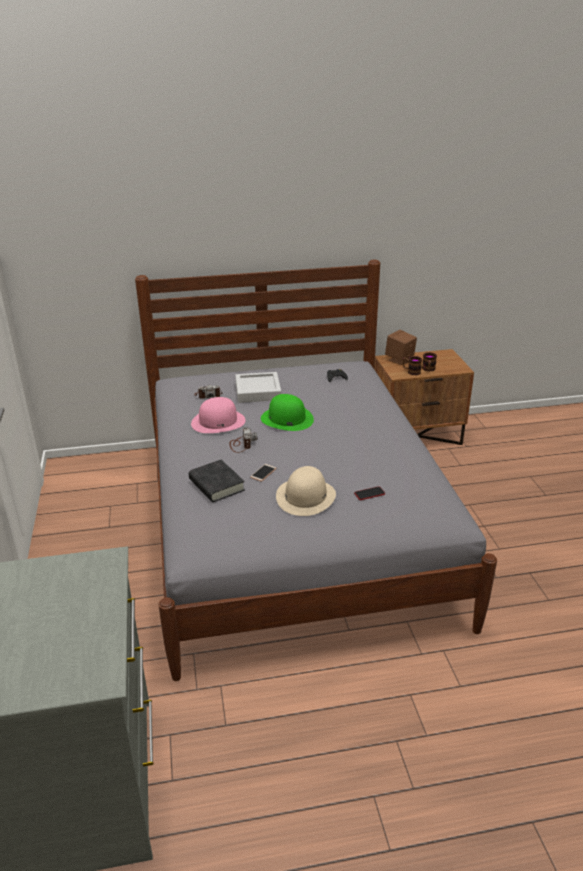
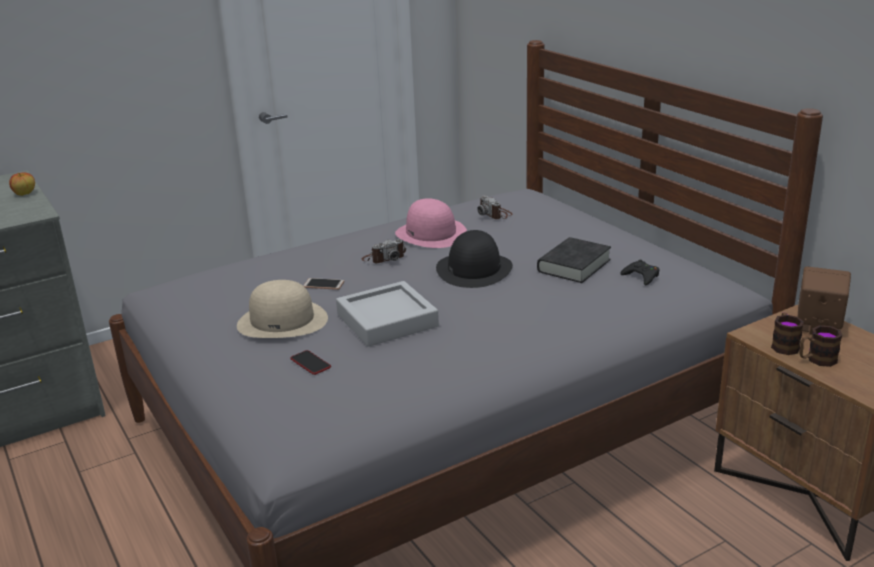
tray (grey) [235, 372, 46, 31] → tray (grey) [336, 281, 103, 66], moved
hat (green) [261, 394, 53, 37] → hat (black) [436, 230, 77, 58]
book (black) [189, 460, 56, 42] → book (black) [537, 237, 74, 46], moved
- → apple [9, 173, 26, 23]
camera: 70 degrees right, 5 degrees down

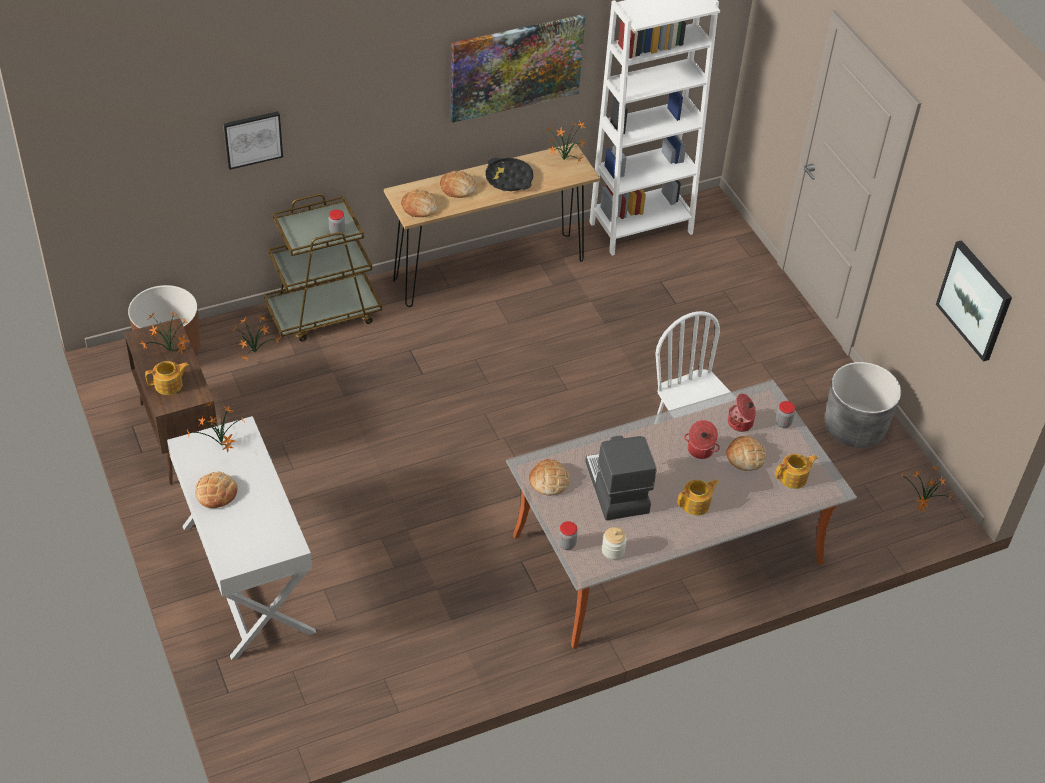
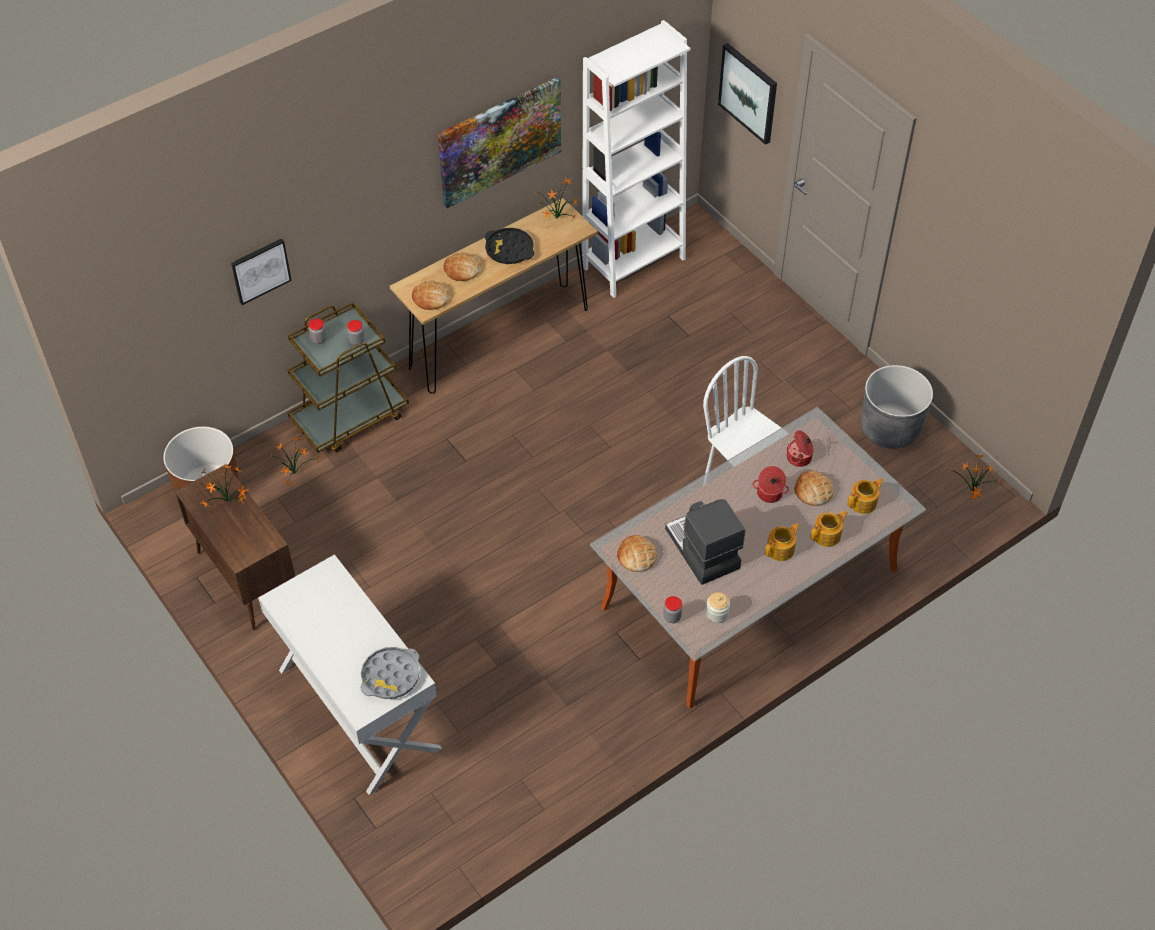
picture [936, 240, 76, 122] → picture [718, 43, 59, 102], moved
teapot [145, 361, 44, 34] → teapot [810, 511, 38, 36], moved
potted plant [186, 400, 60, 52] → -
jar [775, 401, 20, 27] → jar [308, 319, 18, 25], moved
bread [195, 471, 42, 37] → -
- → tray (grey) [360, 647, 60, 52]
camera: 10 degrees left, 5 degrees up

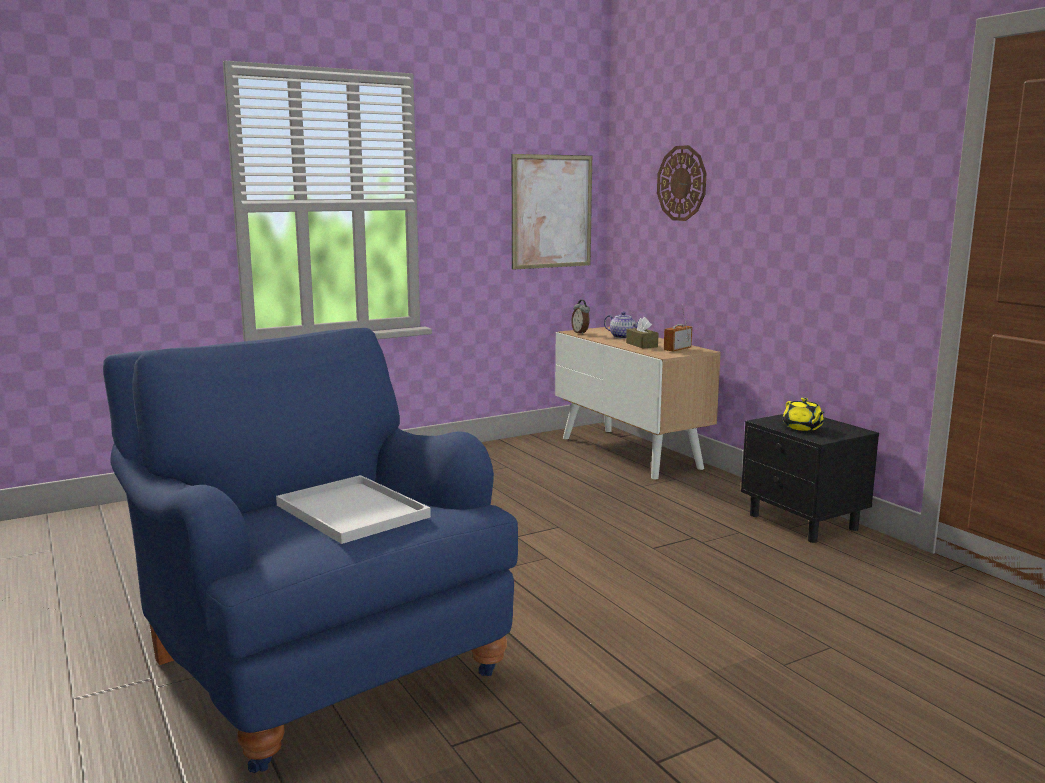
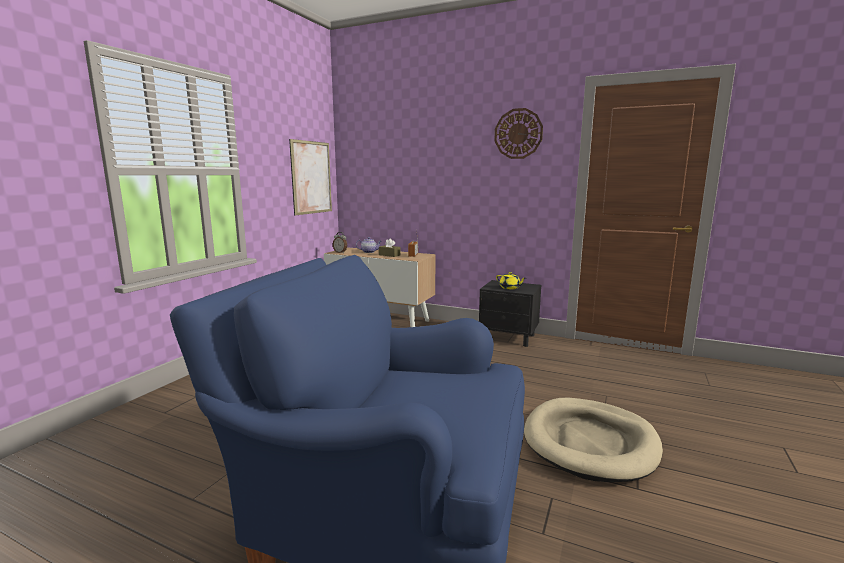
wall clock [657, 145, 49, 76] → wall clock [494, 108, 49, 51], moved
tray (white) [276, 475, 155, 69] → -
- → dog bed (beige) [524, 398, 139, 84]
camera: 35 degrees left, 0 degrees up

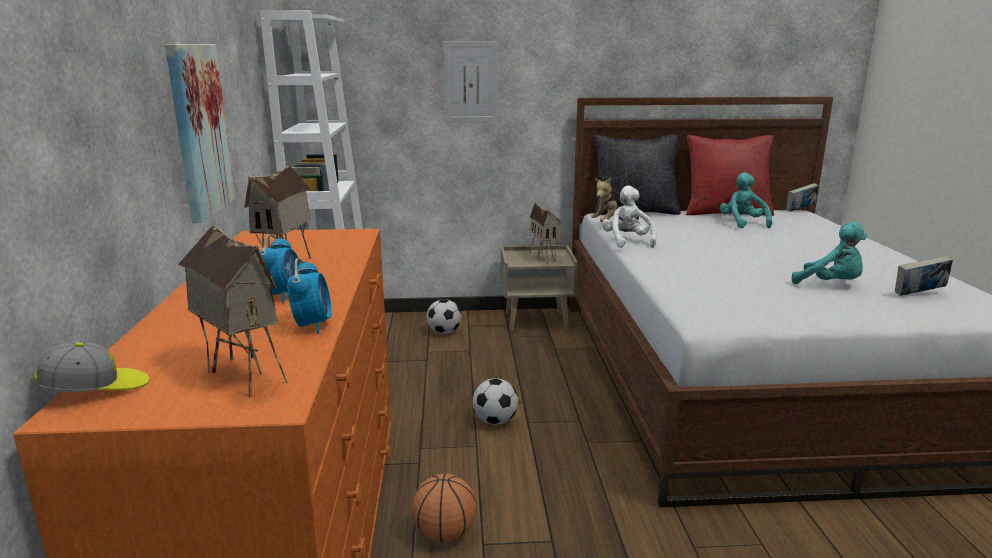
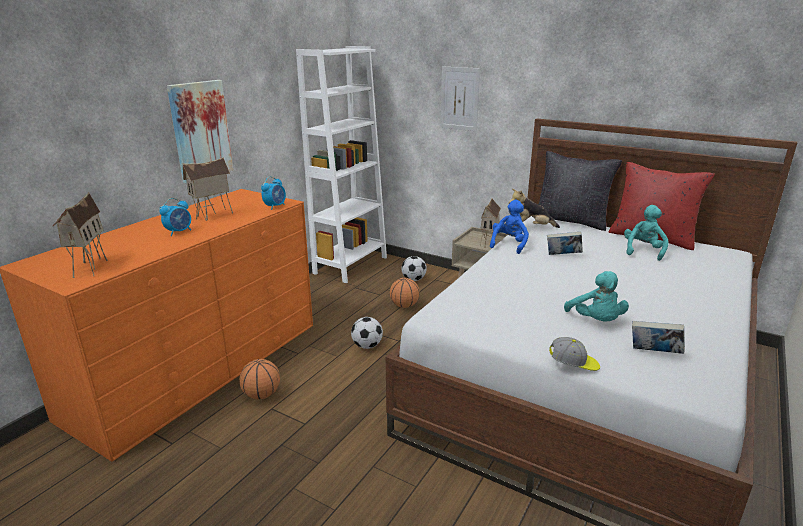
book [786, 183, 33, 29] → book [547, 232, 36, 23], moved
plush toy (white) [602, 186, 55, 62] → plush toy (blue) [490, 200, 39, 54]
alarm clock [288, 258, 43, 76] → alarm clock [261, 176, 25, 34], moved
cap [34, 342, 115, 50] → cap [549, 337, 51, 34], moved
- → basketball [390, 278, 30, 30]
camera: 35 degrees right, 5 degrees up

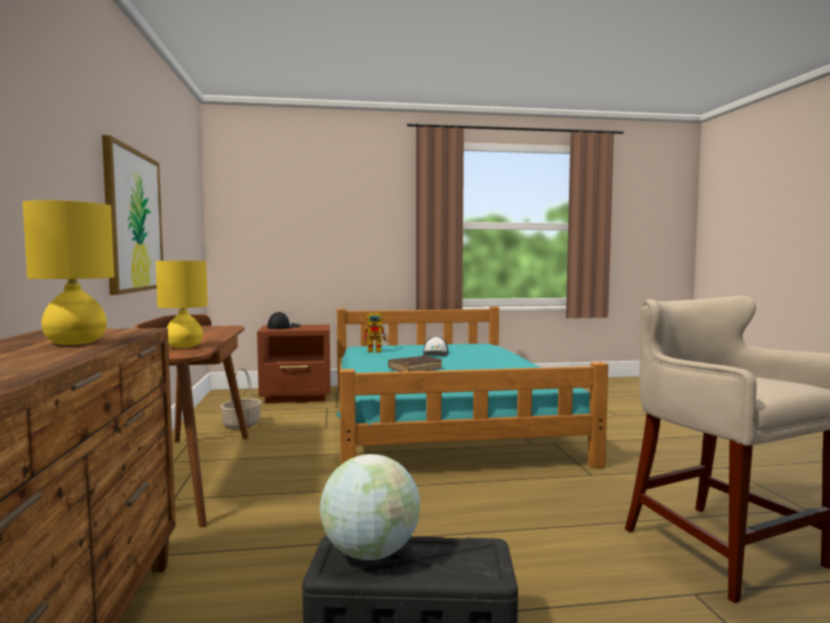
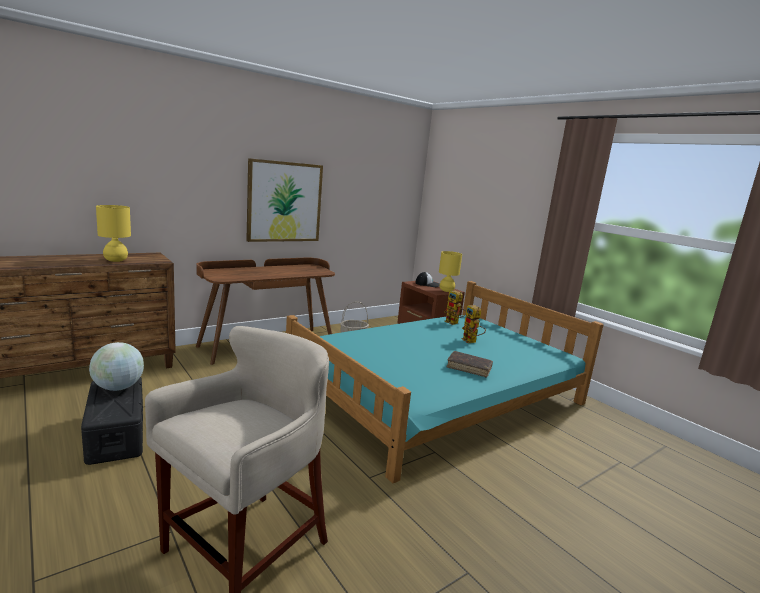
table lamp (yellow) [156, 261, 52, 87] → table lamp (yellow) [439, 251, 23, 41], moved
cap [423, 336, 25, 21] → toy robot [461, 305, 25, 38]
book (brown) [388, 356, 54, 16] → book (brown) [446, 351, 47, 26], moved
camera: 60 degrees right, 10 degrees up

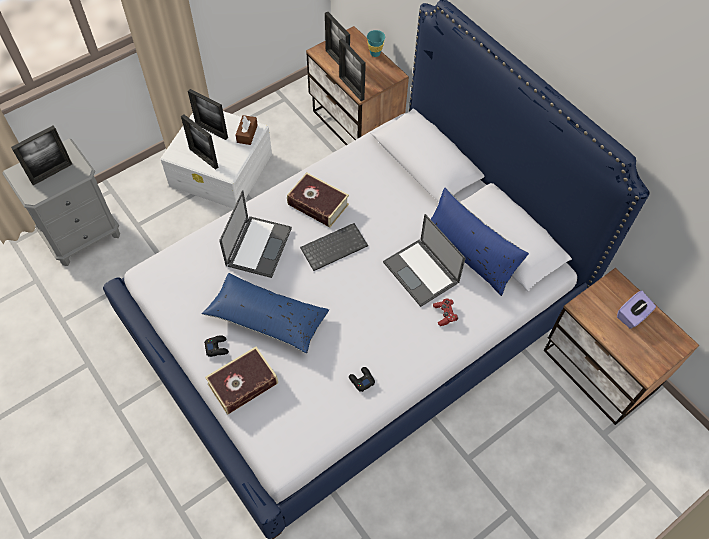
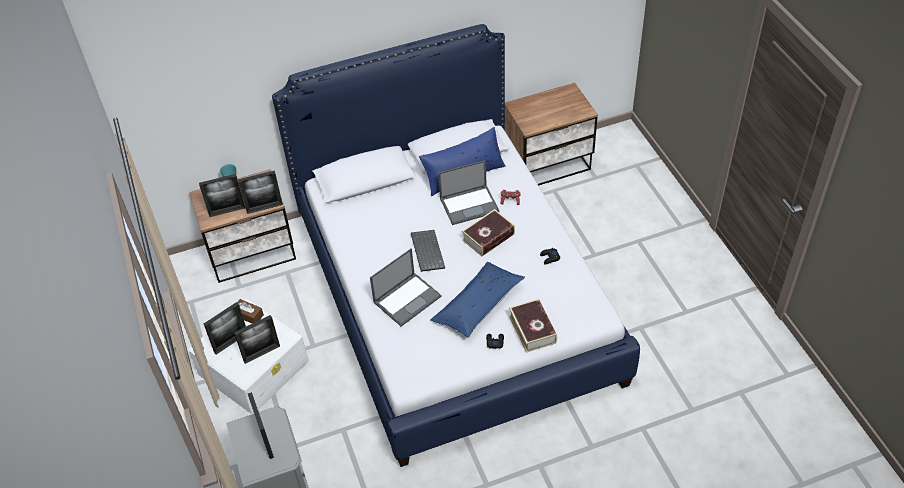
book [287, 173, 62, 54] → book [462, 209, 53, 48], moved
laptop [219, 190, 73, 88] → laptop [370, 248, 72, 79], 105 degrees clockwise
tissue box (purple) [617, 290, 39, 39] → -
camera: 70 degrees left, 10 degrees down

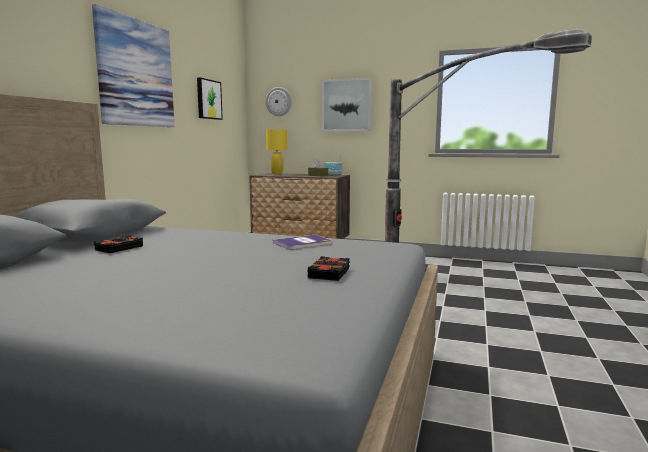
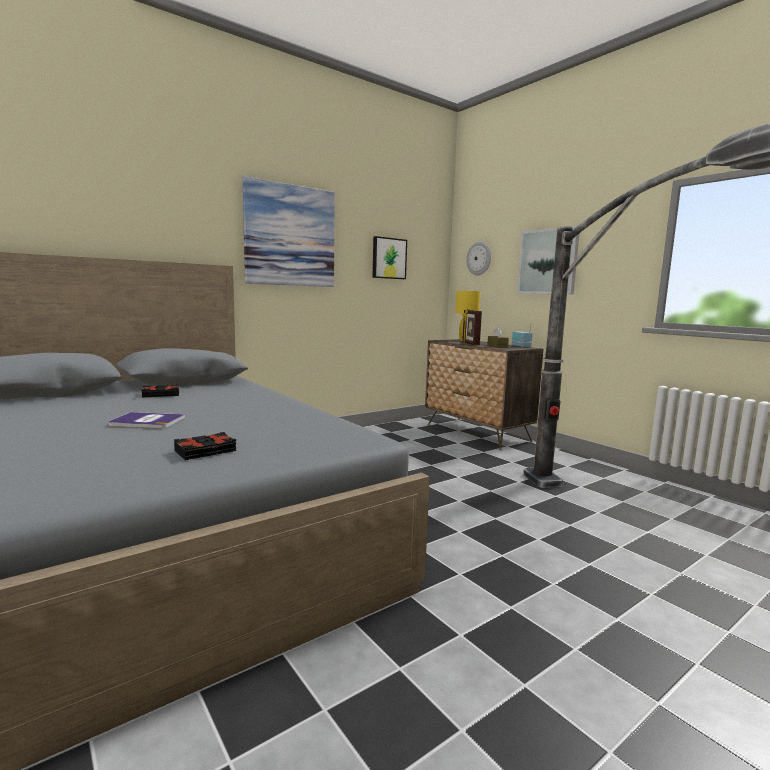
book [273, 235, 58, 14] → book [108, 412, 77, 16], moved
- → picture frame [462, 309, 20, 36]
camera: 35 degrees right, 0 degrees up

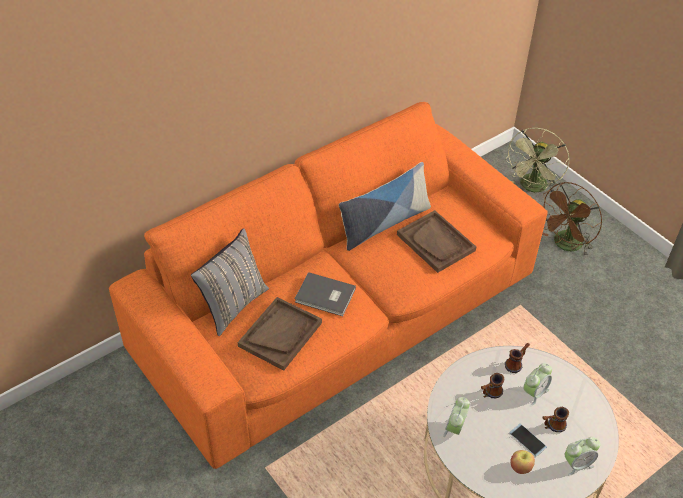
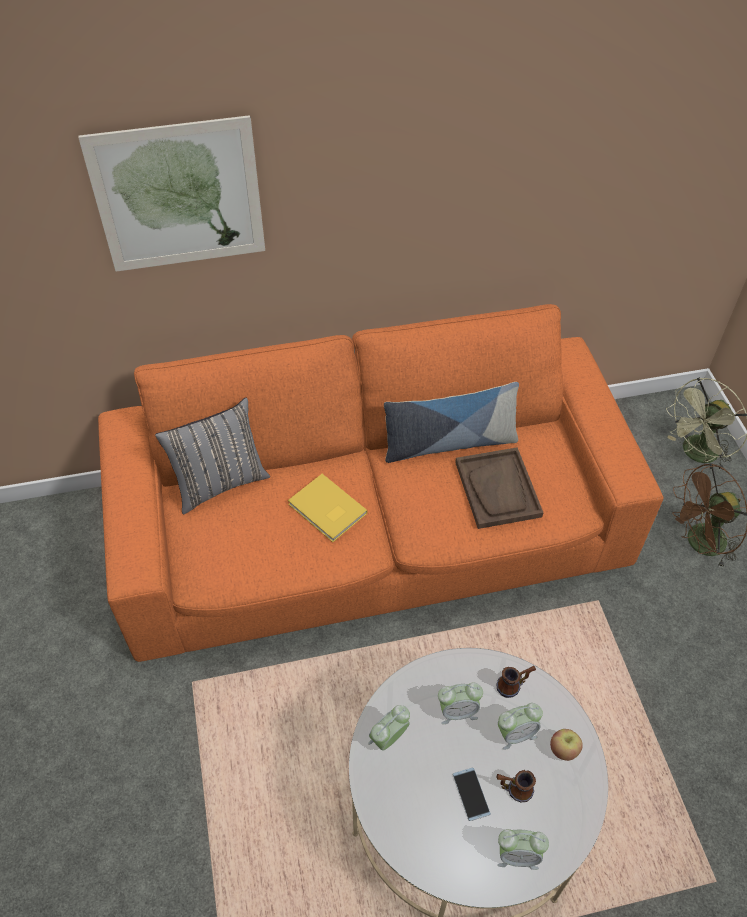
book (grey) [295, 272, 61, 44] → book (yellow) [288, 474, 80, 68]
tray (brown) [237, 297, 85, 74] → -
mug [481, 373, 24, 25] → alarm clock [438, 682, 45, 42]
apple [510, 450, 25, 24] → apple [550, 729, 33, 32], moved
- → picture [78, 115, 187, 157]
camera: 25 degrees right, 5 degrees up

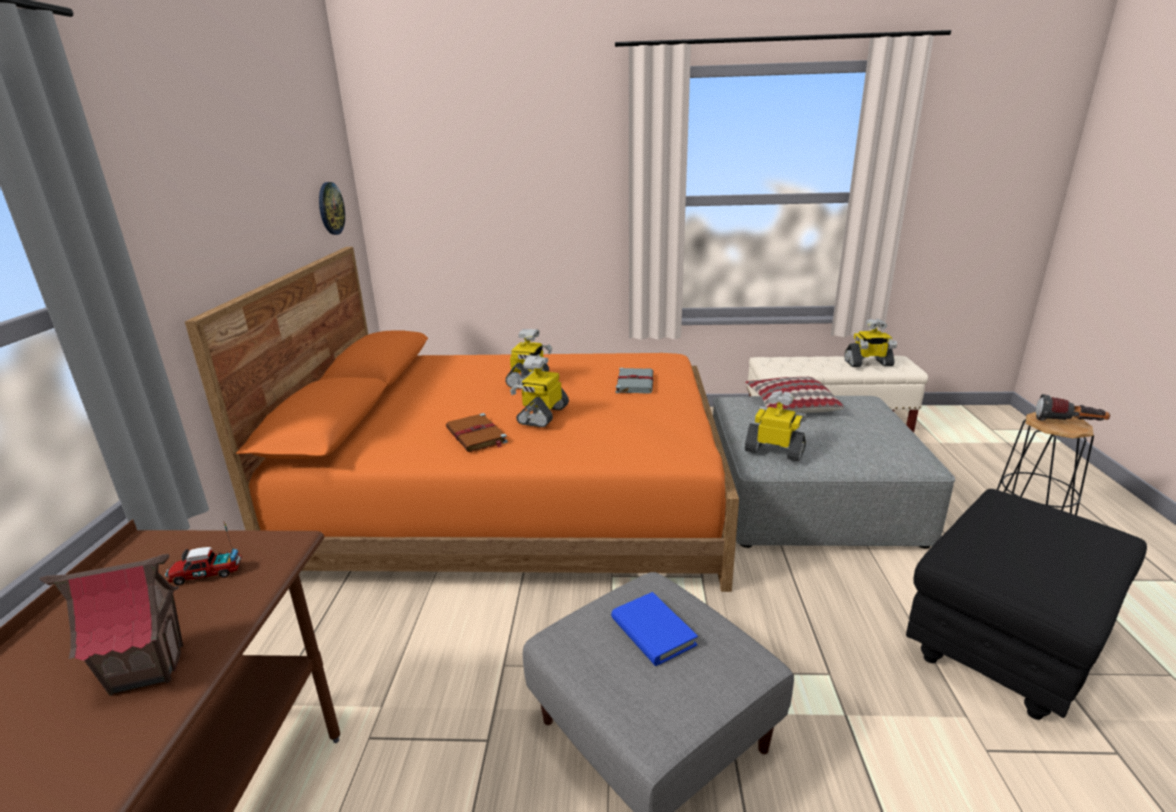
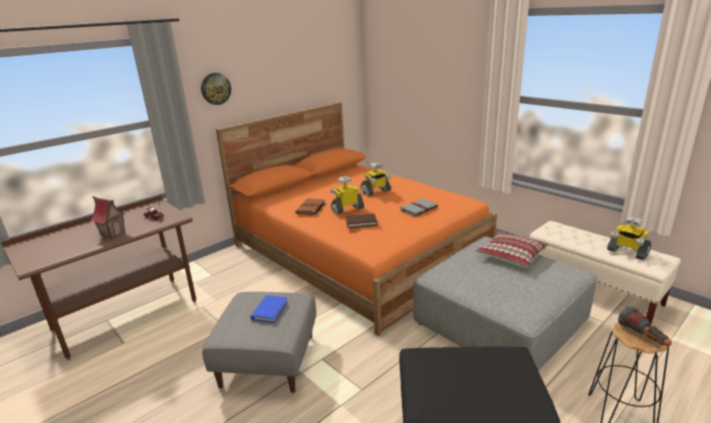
wall clock [319, 182, 26, 53] → wall clock [201, 73, 30, 32], moved
toy robot [745, 391, 61, 70] → -
- → book (brown) [345, 213, 33, 15]
camera: 45 degrees right, 0 degrees up

